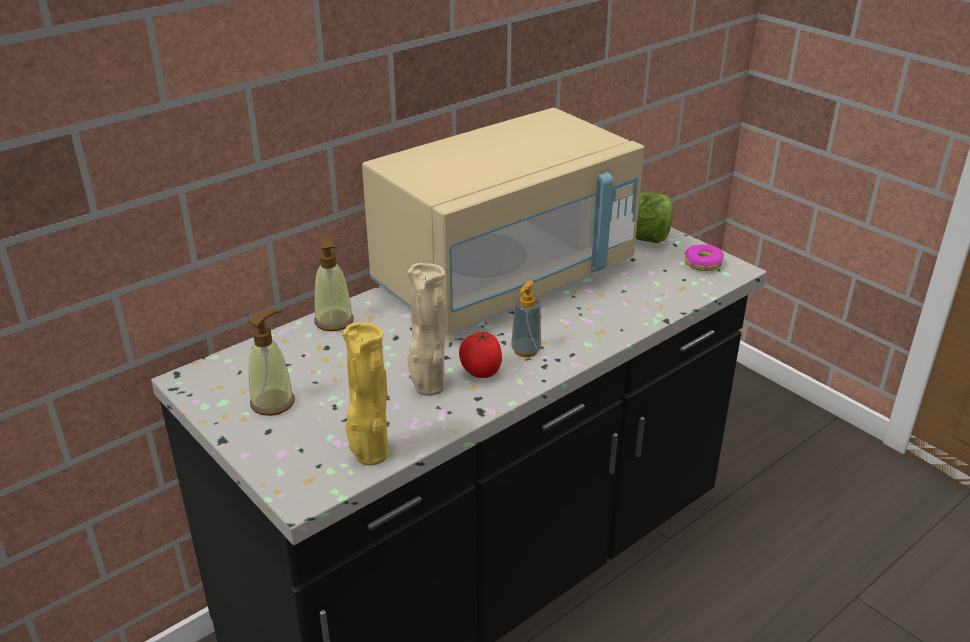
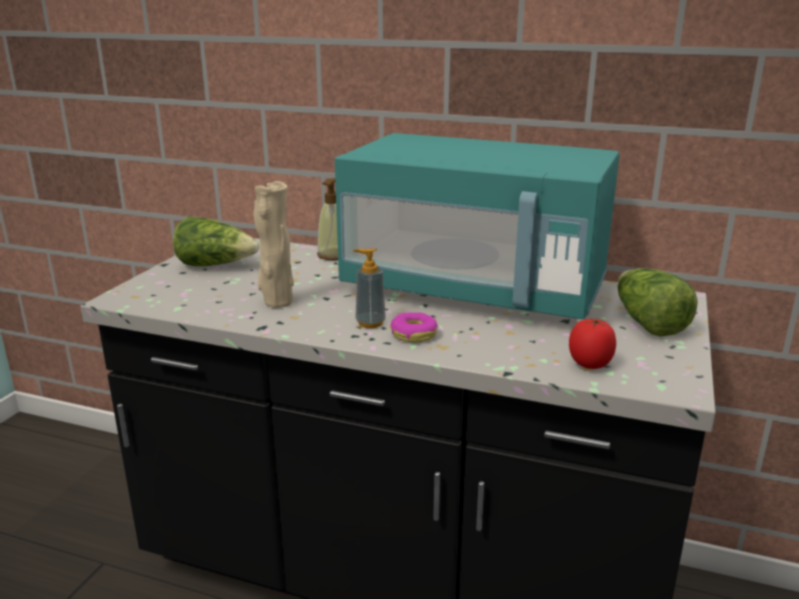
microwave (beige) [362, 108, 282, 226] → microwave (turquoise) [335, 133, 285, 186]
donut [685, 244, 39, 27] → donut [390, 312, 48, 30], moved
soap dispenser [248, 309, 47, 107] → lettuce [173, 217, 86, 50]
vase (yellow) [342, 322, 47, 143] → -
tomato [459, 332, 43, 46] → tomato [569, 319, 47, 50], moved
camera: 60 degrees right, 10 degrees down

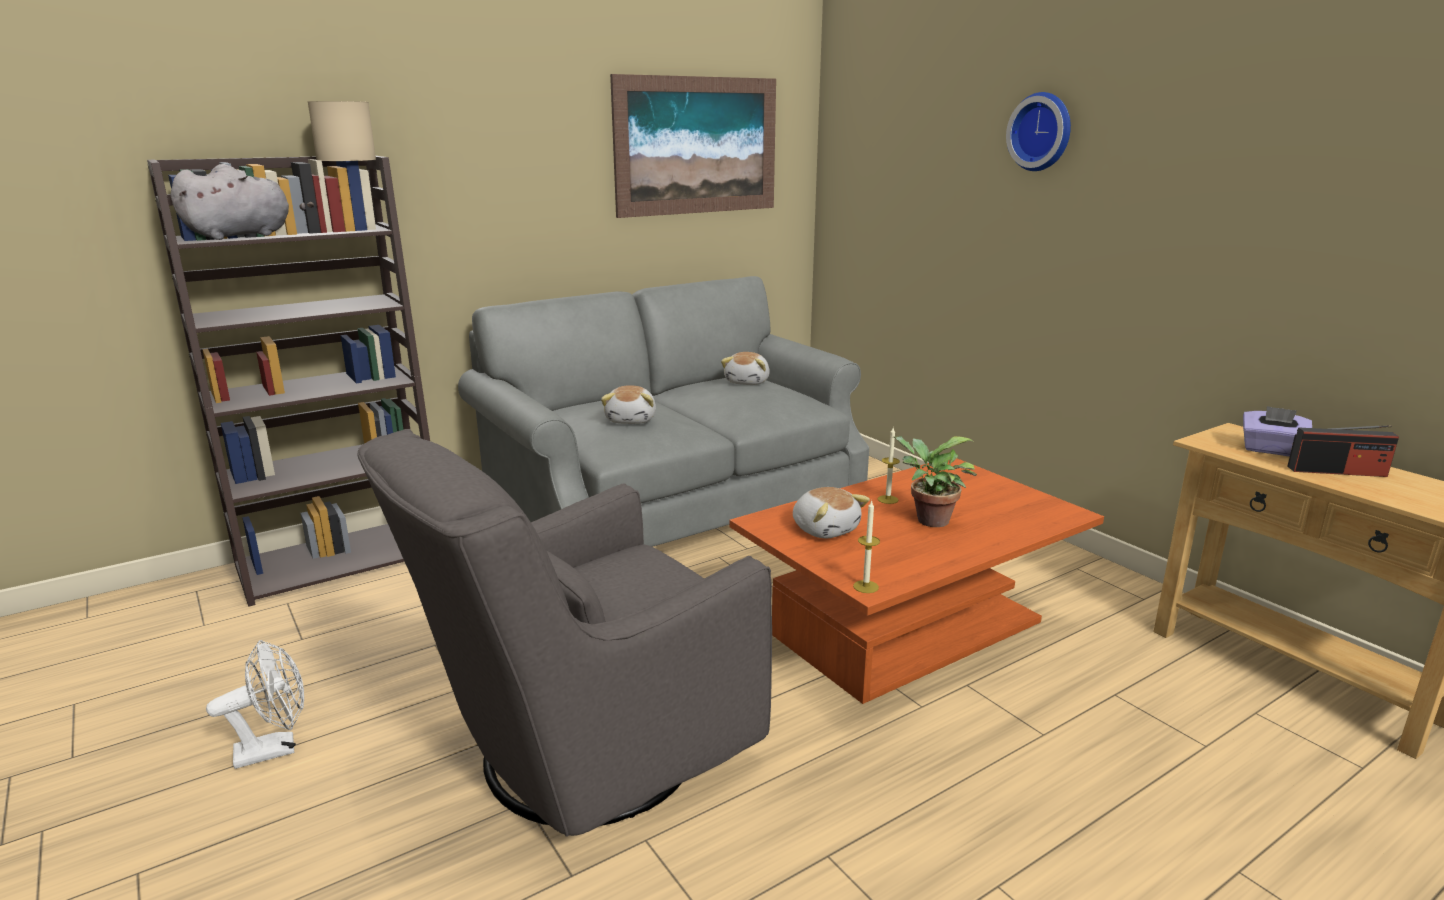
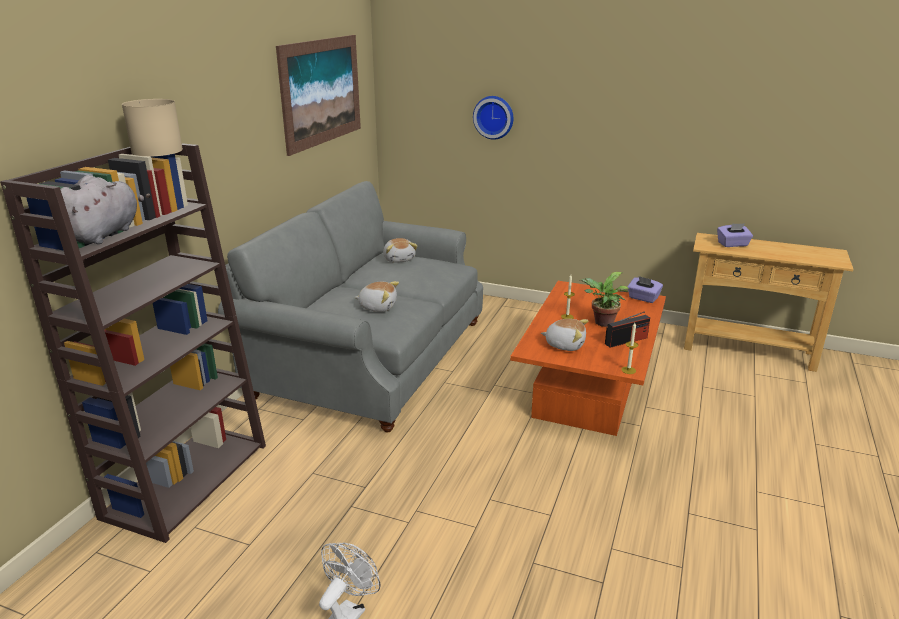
wall clock [1006, 92, 65, 79] → wall clock [473, 96, 40, 44], moved
plush toy [601, 385, 55, 39] → plush toy [354, 281, 45, 31], 45 degrees counterclockwise
radio [1288, 425, 111, 52] → radio [605, 311, 45, 37], moved
armchair (grey) [357, 429, 415, 408] → -
- → tissue box (purple) [627, 276, 36, 27]
camera: 35 degrees left, 5 degrees up

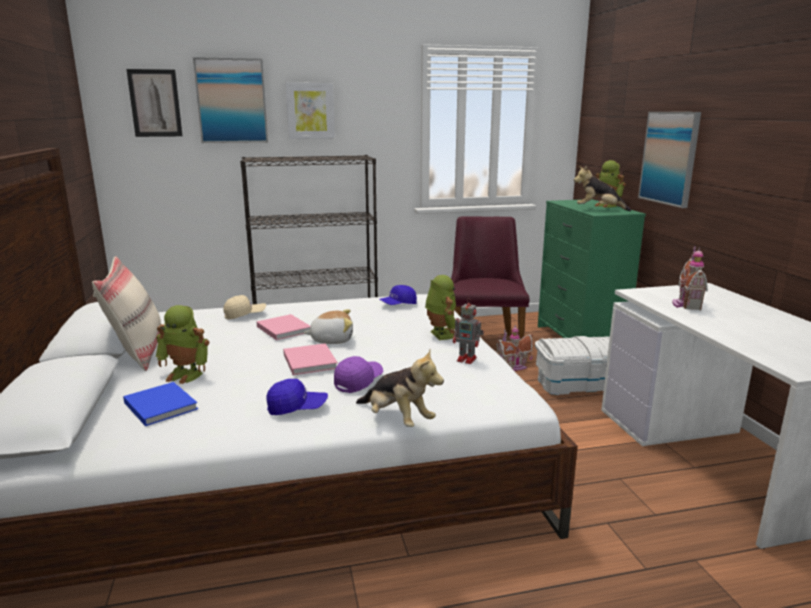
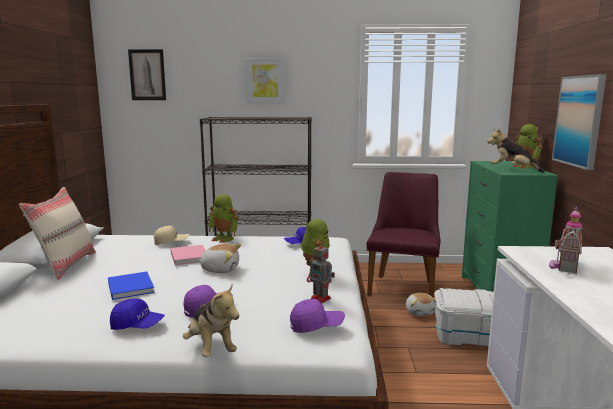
picture [193, 57, 75, 86] → -
toy robot [156, 305, 53, 79] → toy robot [208, 194, 31, 49], moved
toy house [496, 325, 38, 46] → plush toy [406, 293, 30, 23]
book (pink) [283, 343, 55, 32] → -
book (blue) [123, 382, 75, 44] → book (blue) [108, 272, 47, 28], moved
- → cap (purple) [290, 299, 55, 34]
camera: 15 degrees right, 5 degrees down

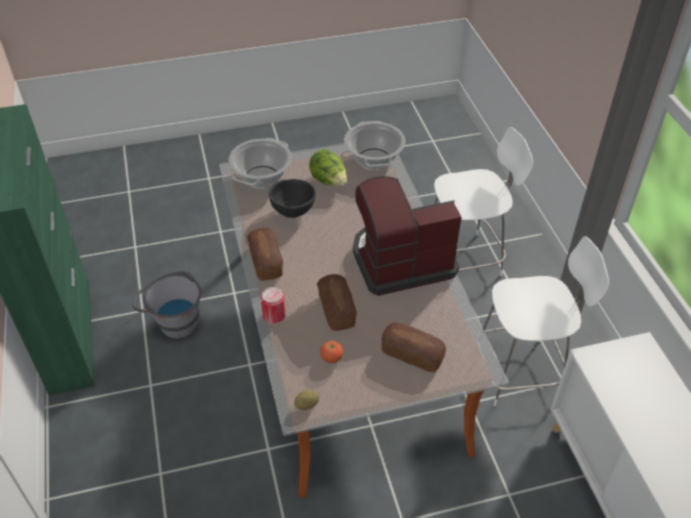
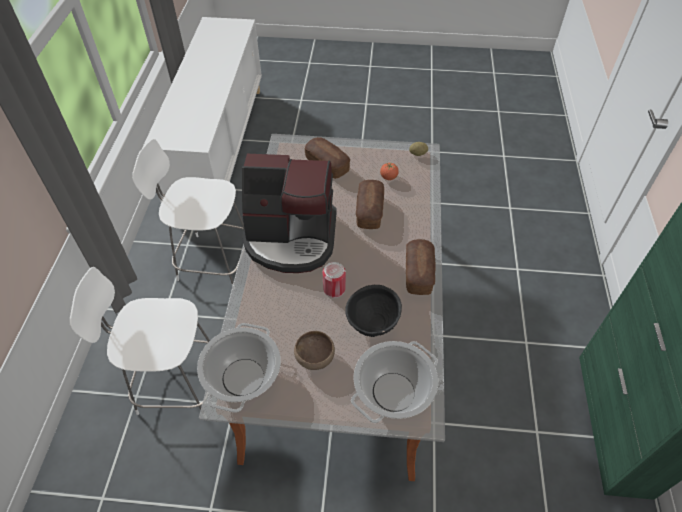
lettuce [309, 149, 38, 37] → bowl (brown) [294, 331, 41, 39]
bucket (grey) [132, 271, 69, 67] → -
can [261, 287, 25, 37] → can [322, 262, 24, 36], moved
camera: 160 degrees left, 5 degrees up

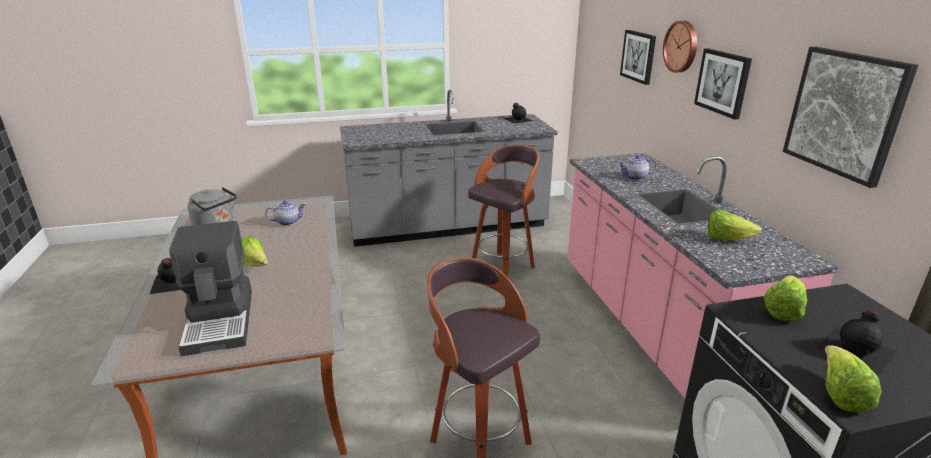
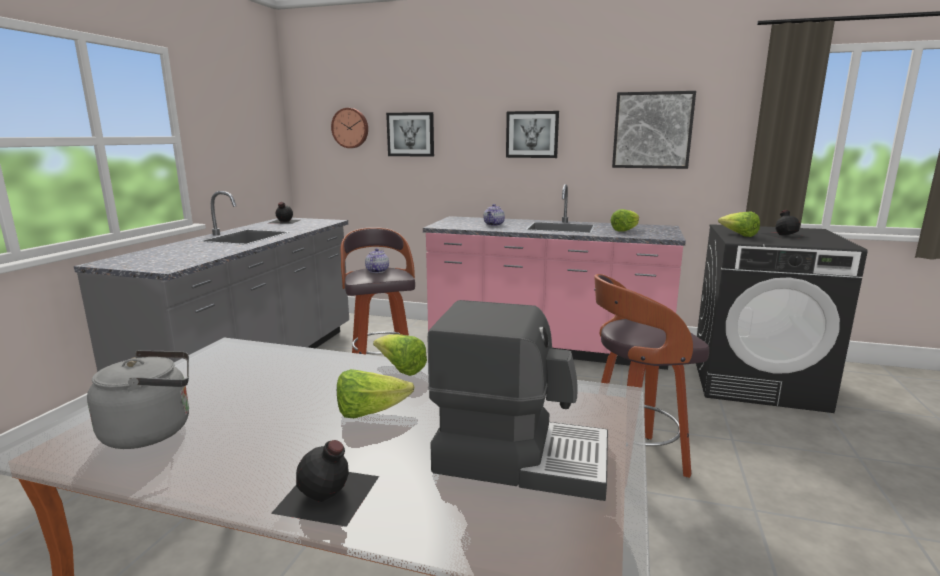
wall clock [663, 21, 34, 52] → wall clock [331, 108, 37, 40], moved
teapot [265, 200, 41, 26] → teapot [365, 248, 24, 25], moved
lettuce [825, 345, 57, 67] → lettuce [373, 334, 54, 42], moved
camera: 60 degrees left, 10 degrees down

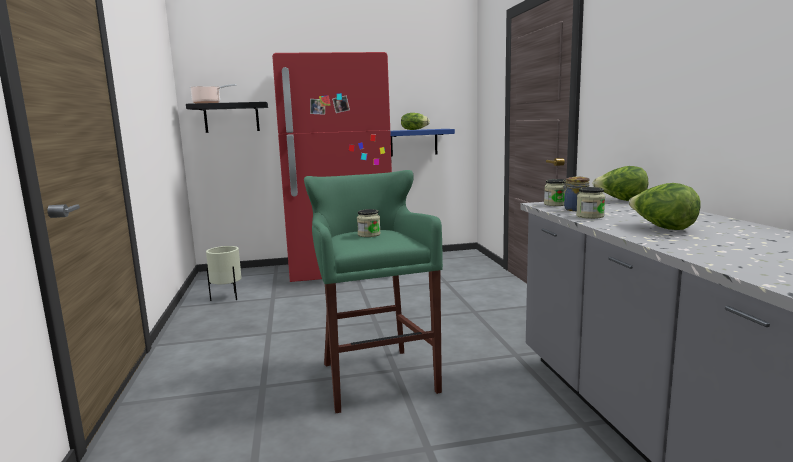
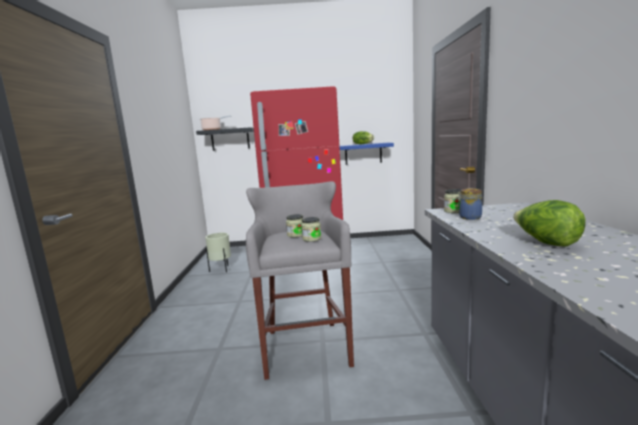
lettuce [592, 166, 57, 35] → -
stool (green) [304, 170, 139, 243] → stool (grey) [246, 181, 108, 199]
jar [576, 187, 29, 32] → jar [301, 217, 21, 25], moved
camera: 10 degrees right, 0 degrees up

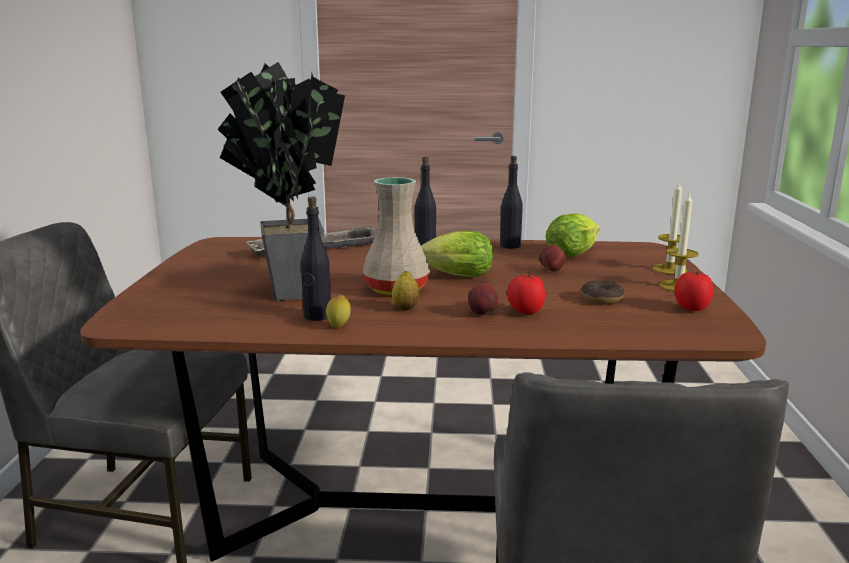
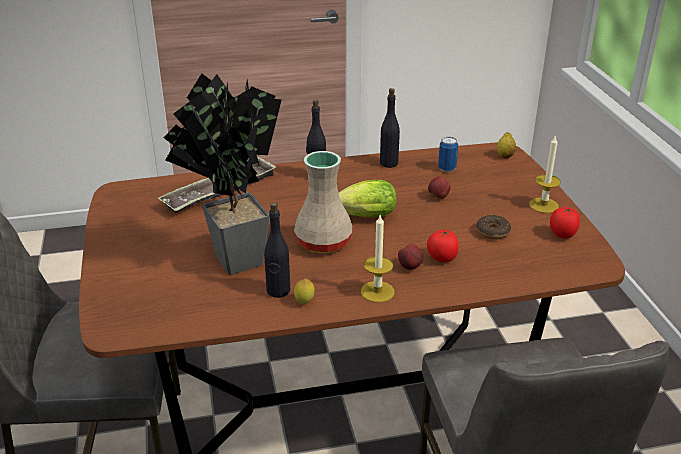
candle [652, 182, 35, 92] → candle [361, 215, 34, 88], moved
lettuce [545, 213, 55, 44] → can [438, 137, 20, 35]
lemon [392, 271, 27, 40] → lemon [497, 132, 19, 27], moved
camera: 15 degrees left, 15 degrees up

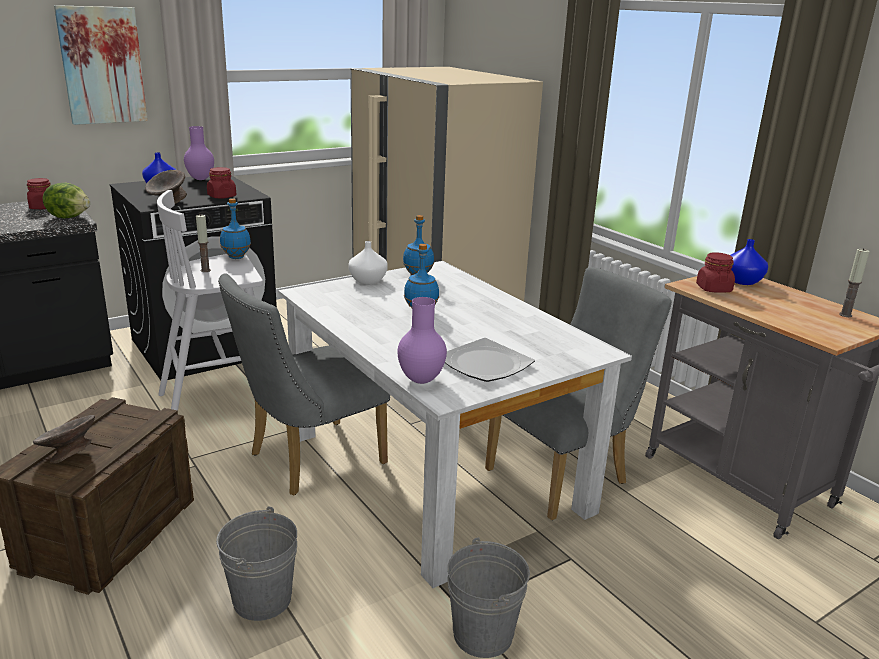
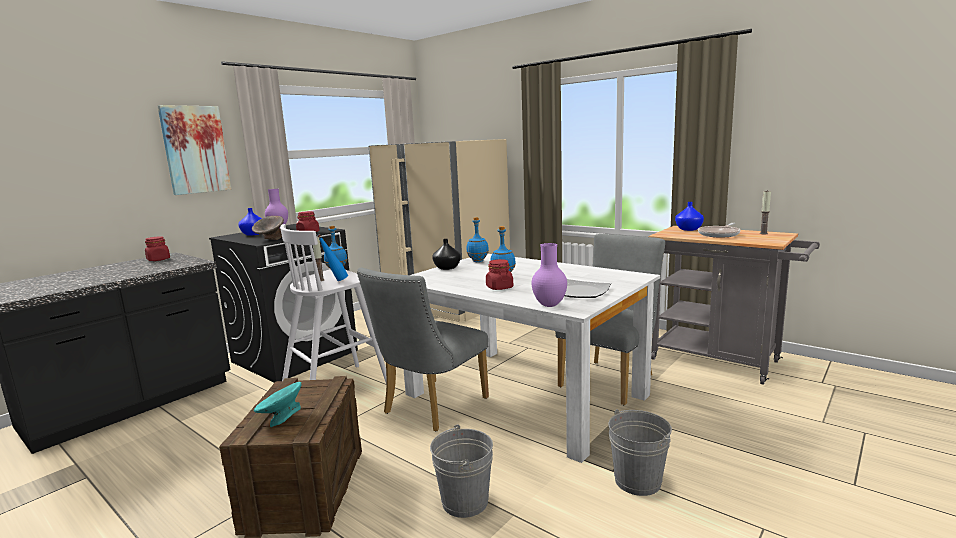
lettuce [43, 183, 47, 35] → -
vase (white) [348, 241, 40, 43] → vase (black) [432, 239, 29, 31]
jar (red) [696, 252, 39, 41] → jar (red) [486, 259, 27, 31], moved
bowl (grey) [33, 415, 62, 48] → bowl (turquoise) [254, 382, 48, 45]
- → frying pan [698, 223, 42, 14]
- → bottle (blue) [317, 234, 31, 47]
camera: 15 degrees left, 10 degrees down

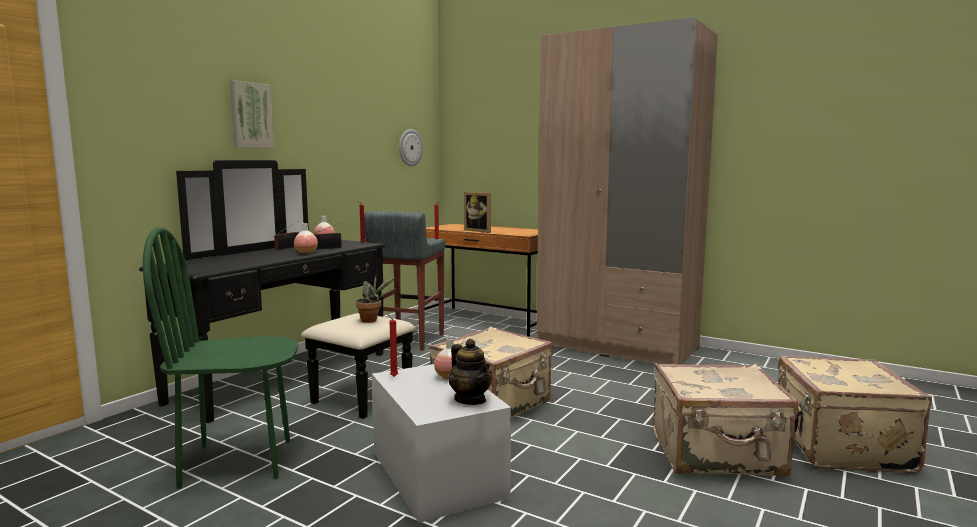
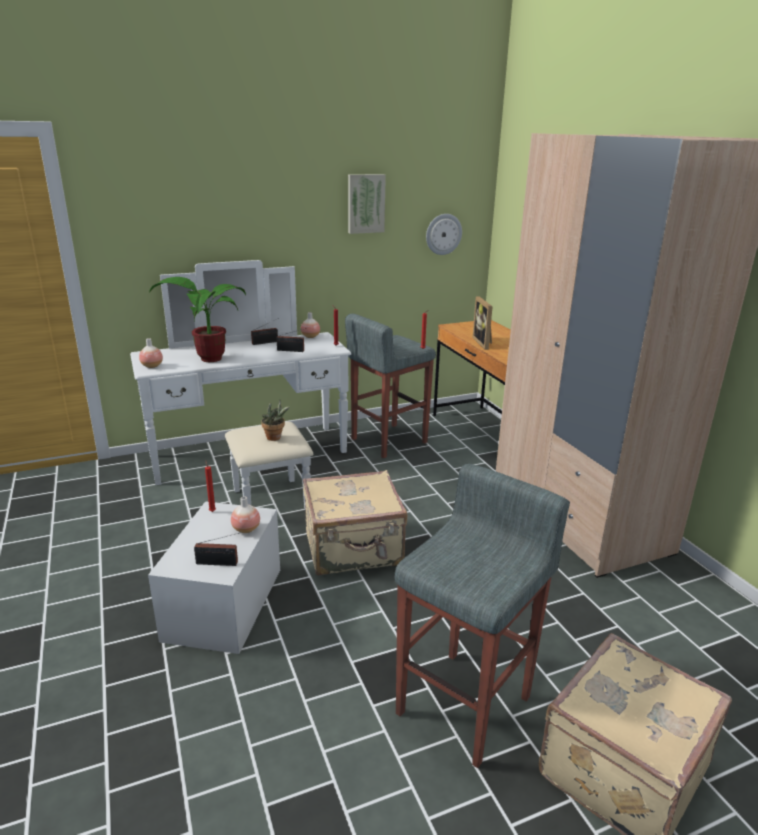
picture [230, 80, 44, 68] → picture [348, 174, 38, 60], moved
dresser (black) [139, 160, 277, 263] → dresser (white) [130, 260, 221, 250]
vase [294, 223, 24, 31] → vase [139, 338, 24, 30], moved
chair (green) [143, 228, 155, 261] → -
teapot [448, 339, 44, 66] → radio [194, 533, 46, 33]
suitcase (beige) [653, 363, 145, 113] → stool (grey) [394, 464, 176, 304]
- → potted plant [149, 277, 97, 85]
camera: 35 degrees right, 15 degrees up

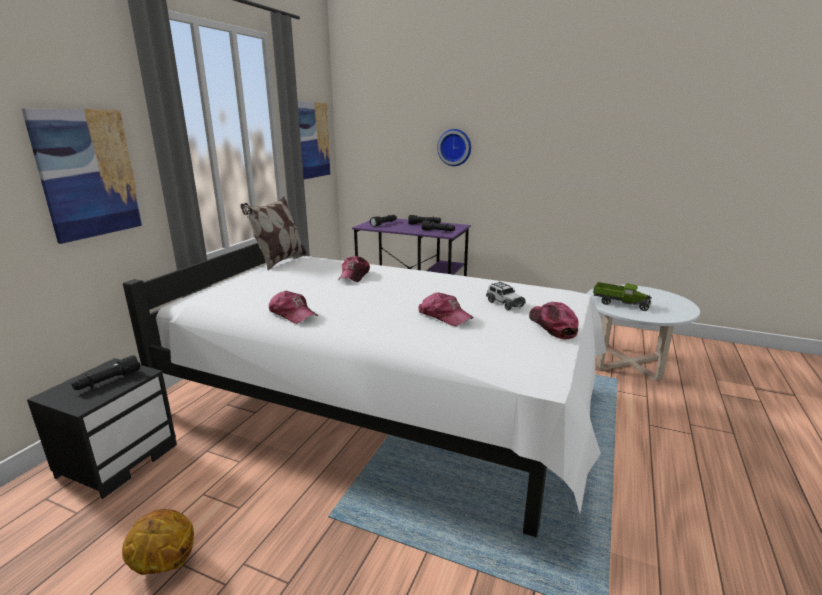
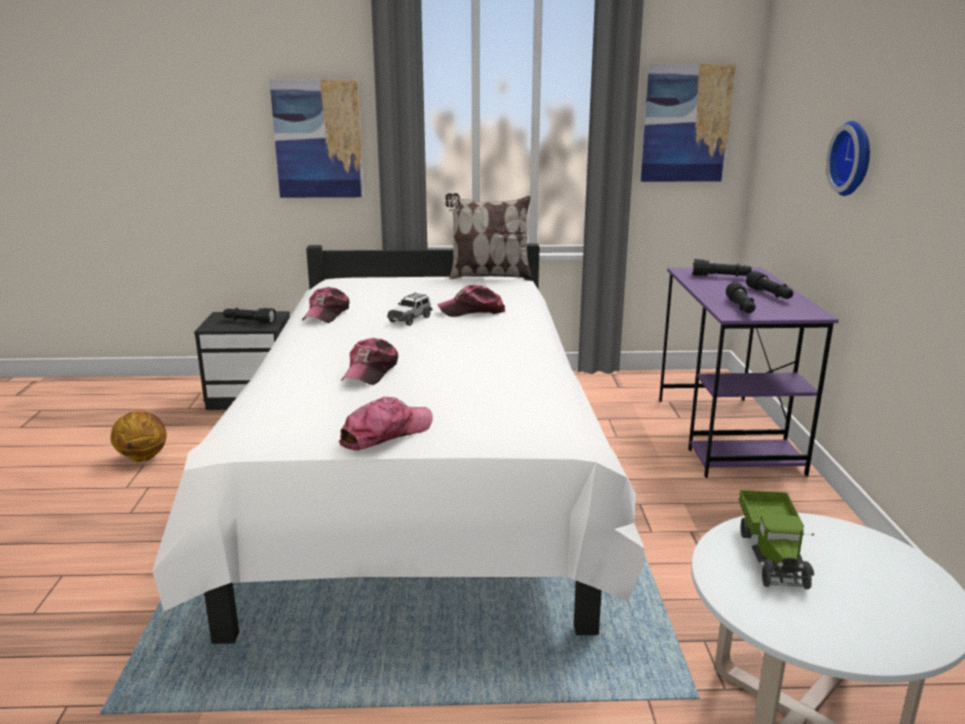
toy car [486, 282, 40, 28] → toy car [387, 293, 45, 33], moved
camera: 65 degrees right, 0 degrees up

